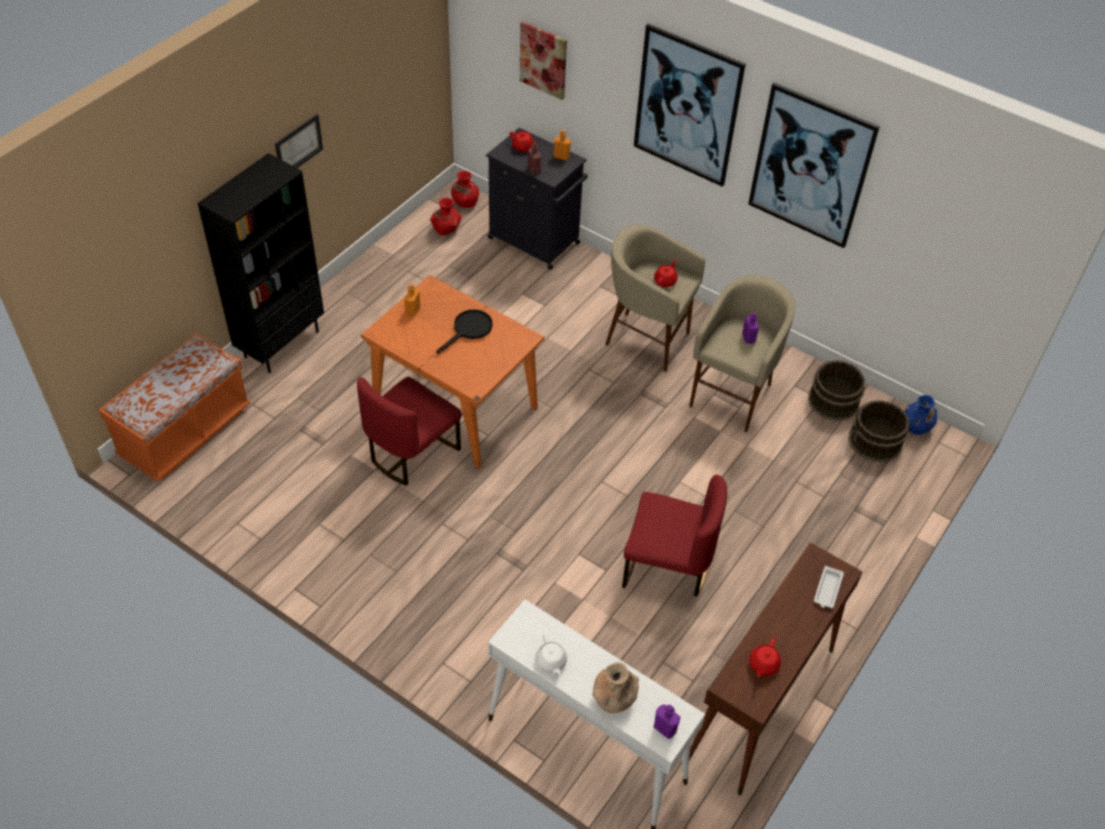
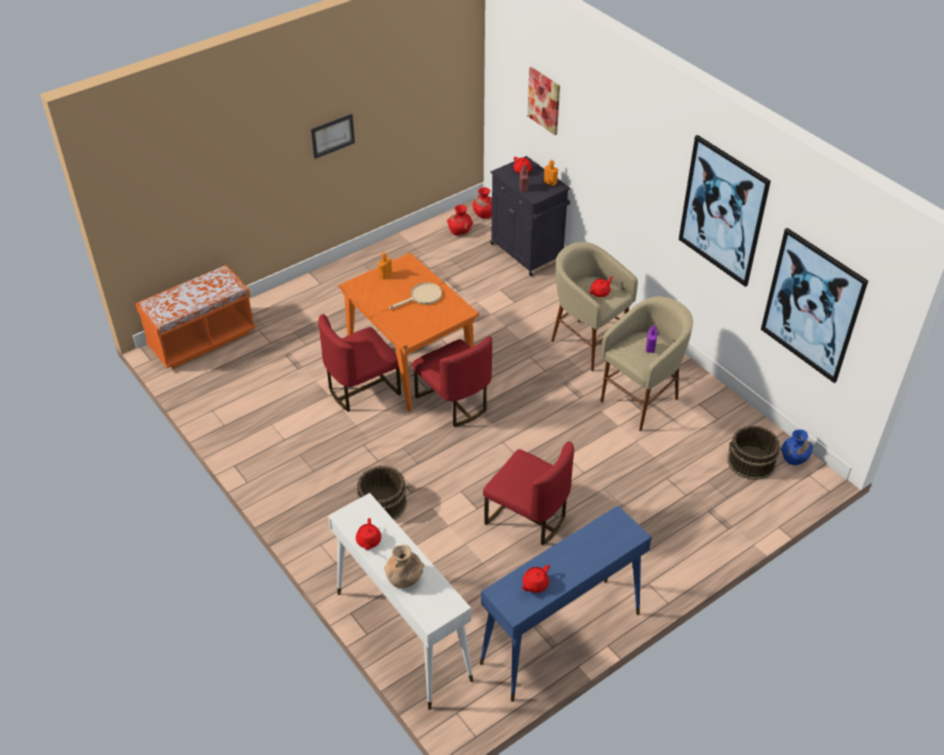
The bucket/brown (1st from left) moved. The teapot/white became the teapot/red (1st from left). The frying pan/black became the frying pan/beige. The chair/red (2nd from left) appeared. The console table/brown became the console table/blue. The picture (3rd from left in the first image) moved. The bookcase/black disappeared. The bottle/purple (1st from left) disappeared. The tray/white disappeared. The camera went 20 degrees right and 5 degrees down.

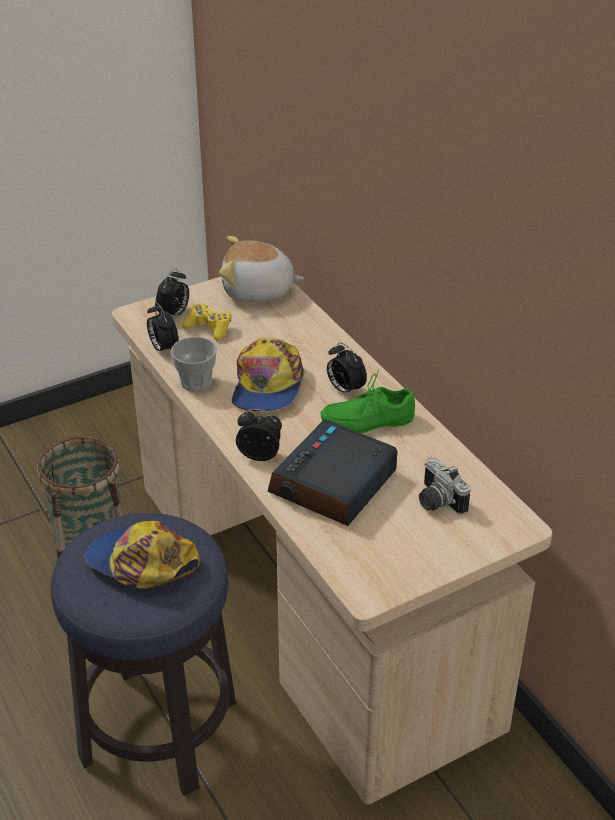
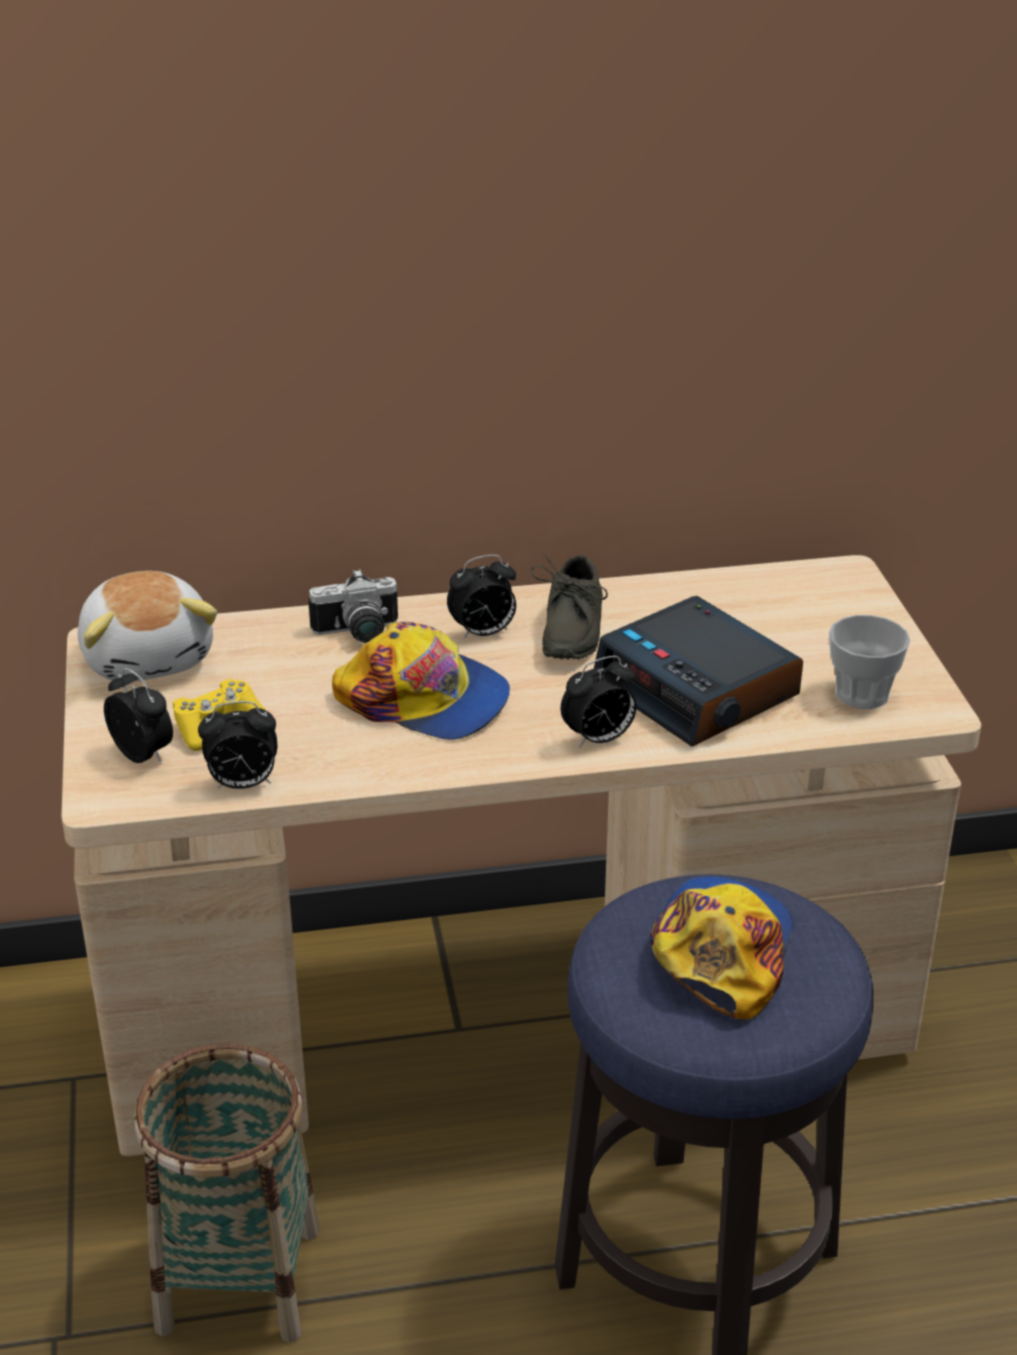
The plush toy turned 45 degrees counterclockwise. The photo camera moved. The shoe/green became the shoe/grey. The alarm clock (3rd from left in the first image) turned 150 degrees counterclockwise. The cap (1st from left in the first image) turned 150 degrees clockwise. The cup moved. The camera went 70 degrees left and 5 degrees down.

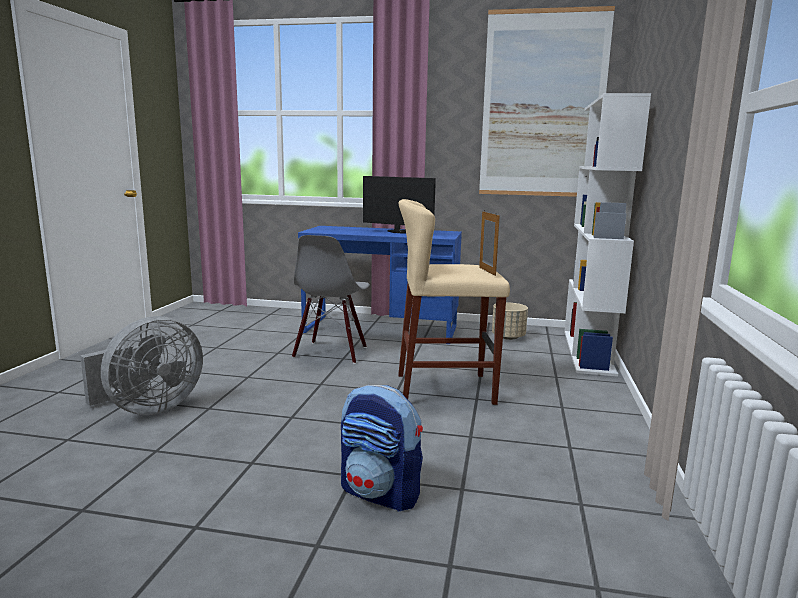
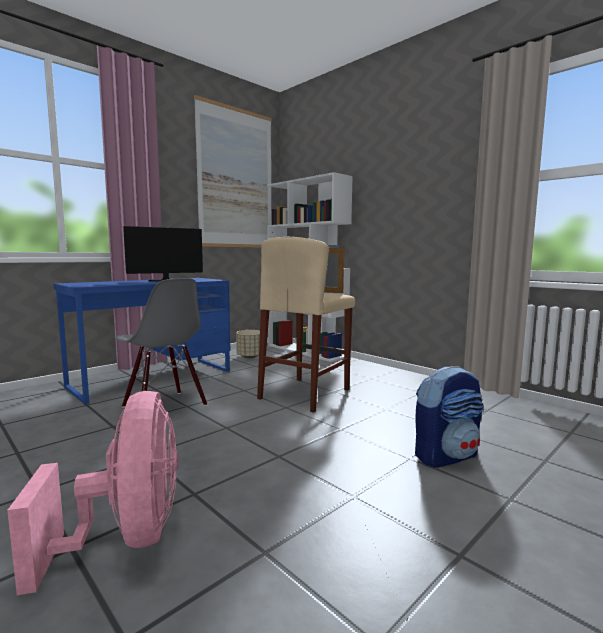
The fan/grey became the fan/pink. The camera went 55 degrees left and 5 degrees down.

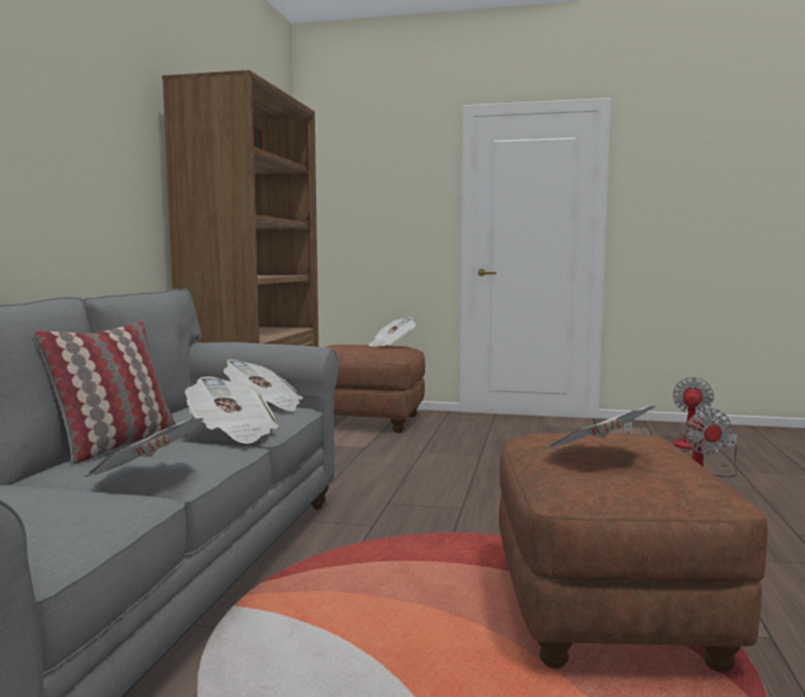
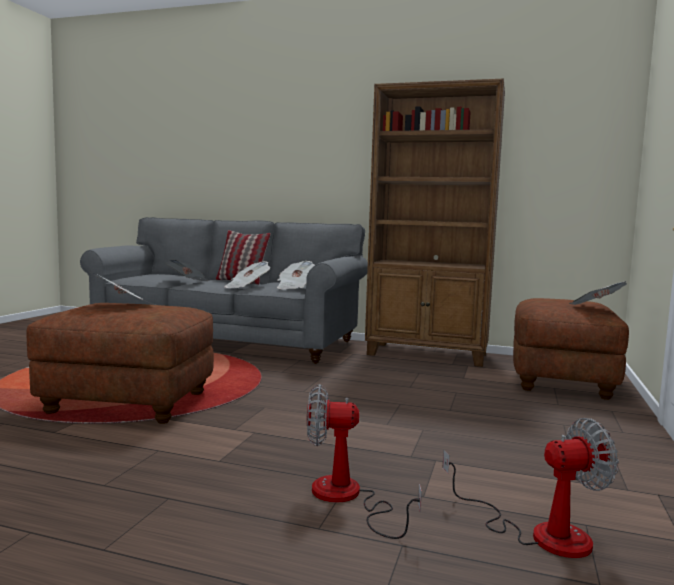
The fan (1st from left in the first image) turned 45 degrees counterclockwise. The camera went 95 degrees right and 0 degrees up.

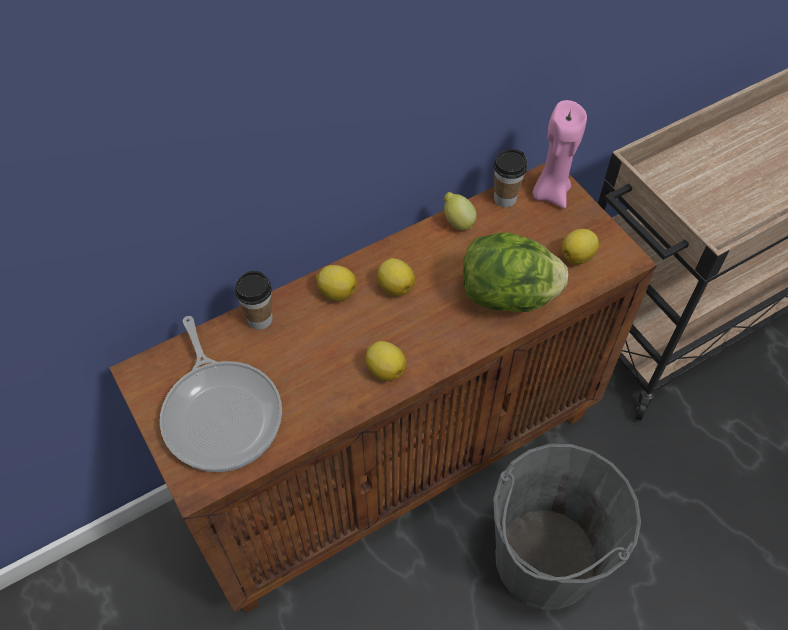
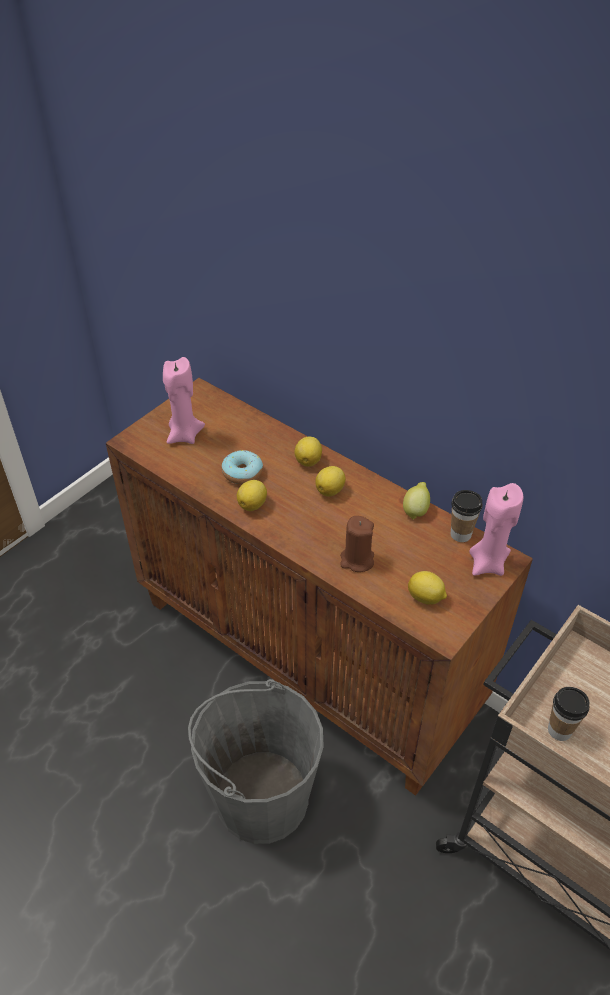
The frying pan was replaced by the candle/pink (1st from left). The donut appeared. The lettuce was replaced by the candle/brown. The cup (1st from left in the first image) moved. The camera went 70 degrees right and 10 degrees down.

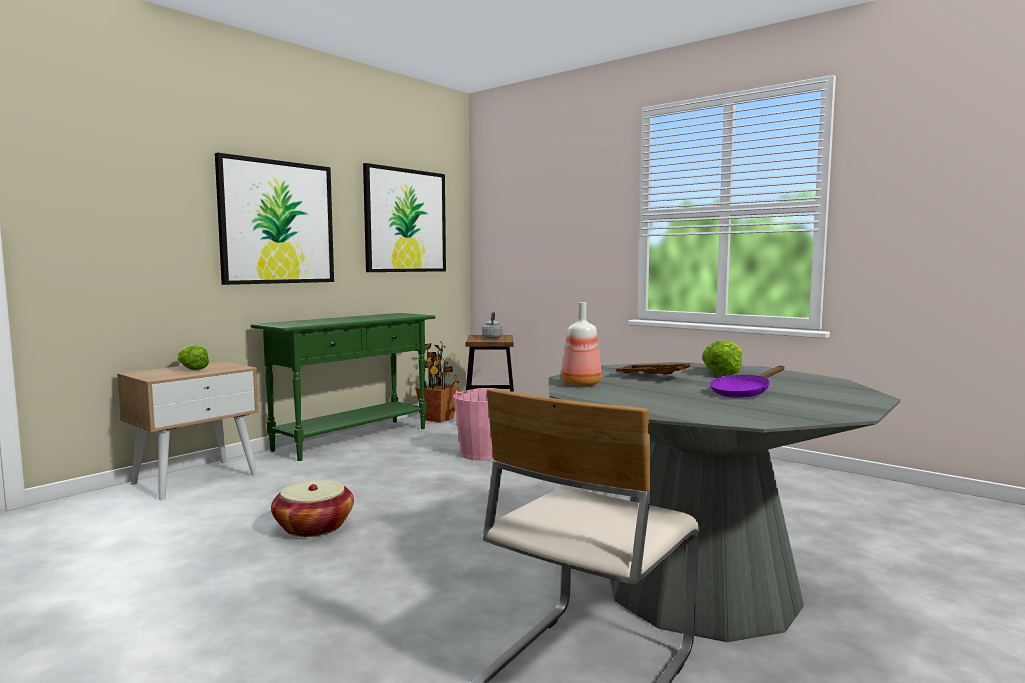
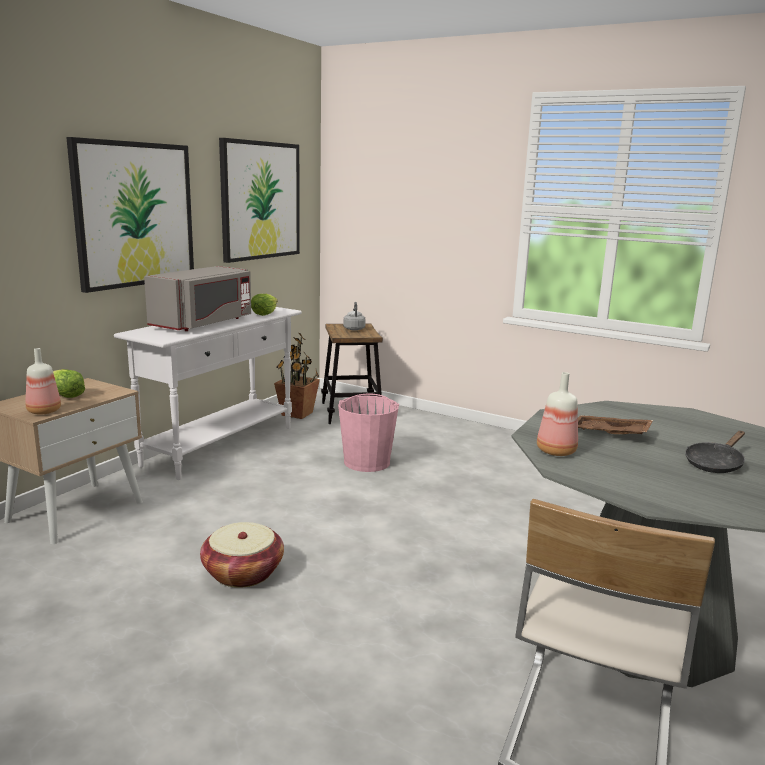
The bottle (1st from left) appeared. The console table/green became the console table/white. The microwave/grey appeared. The lettuce (2nd from left) moved. The frying pan/purple became the frying pan/black. The camera went 10 degrees left and 10 degrees up.

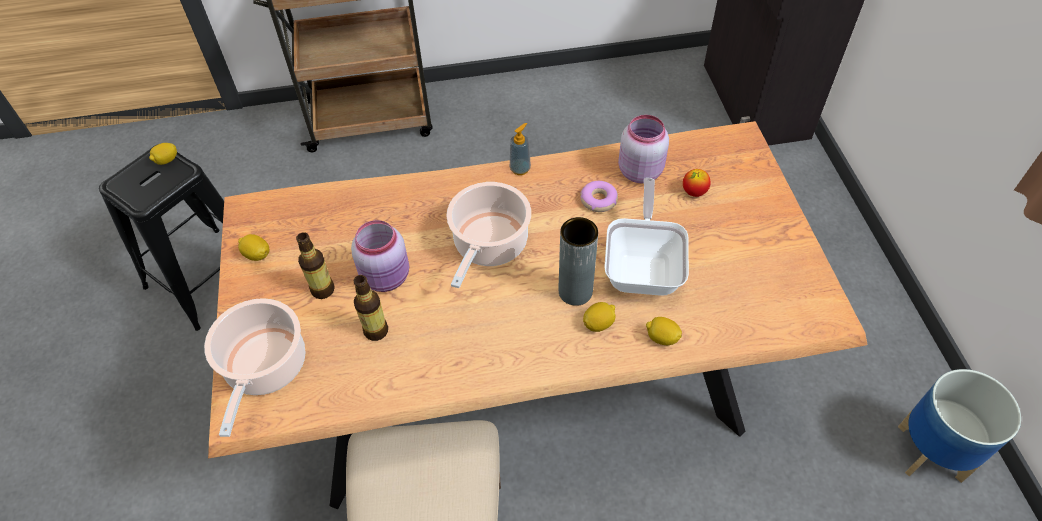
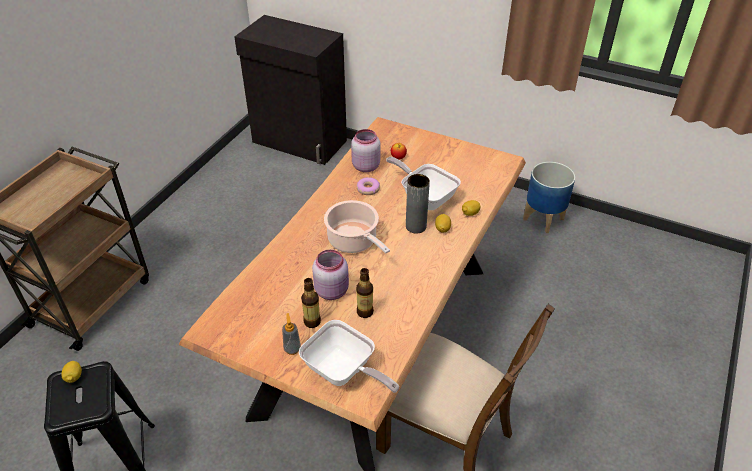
The soap dispenser moved. The cooking pot (1st from left) was replaced by the frying pan (1st from left). The lemon (2nd from left) disappeared. The camera went 55 degrees left and 10 degrees down.

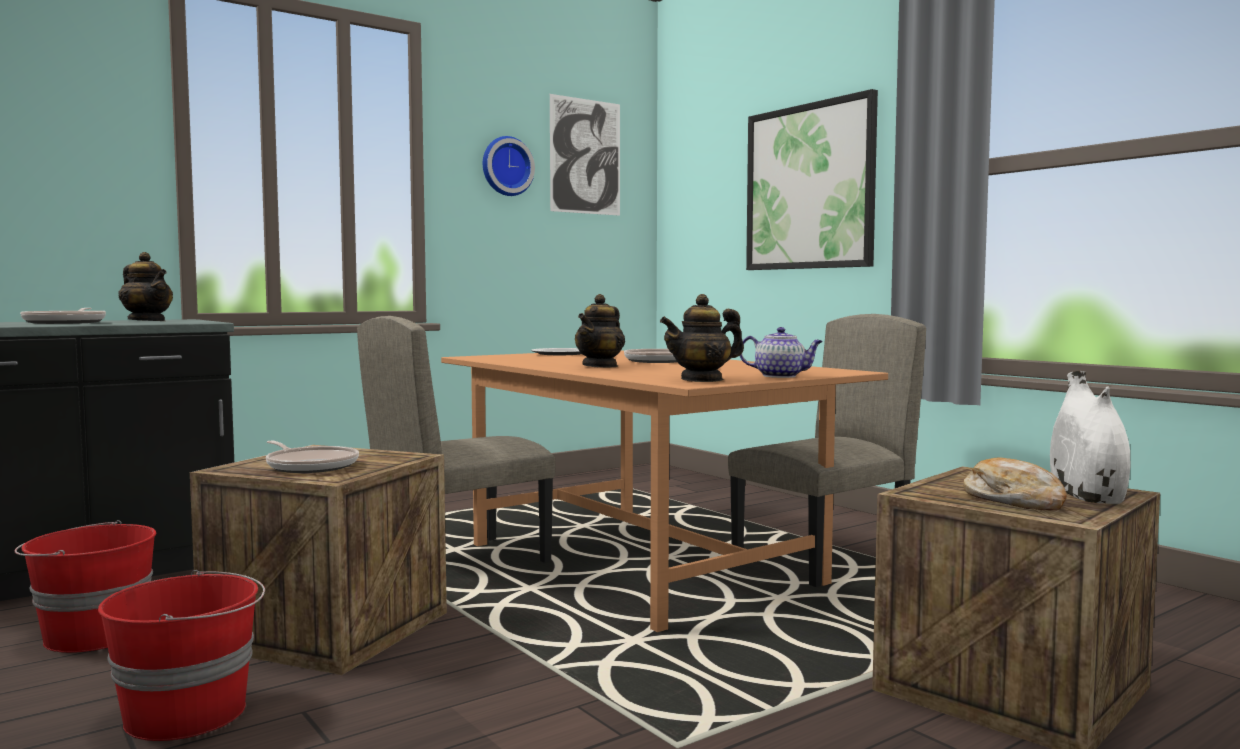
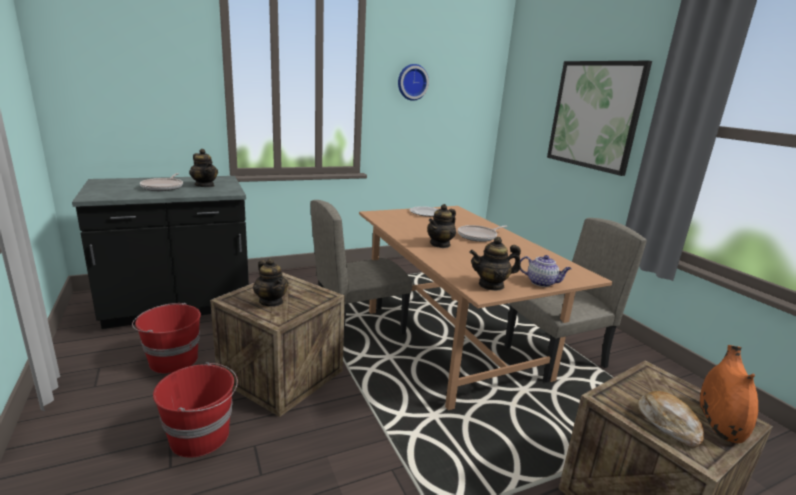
The frying pan (2nd from left) was replaced by the teapot (2nd from left). The vase/white became the vase/orange. The picture (1st from left) disappeared. The camera went 10 degrees right and 15 degrees up.

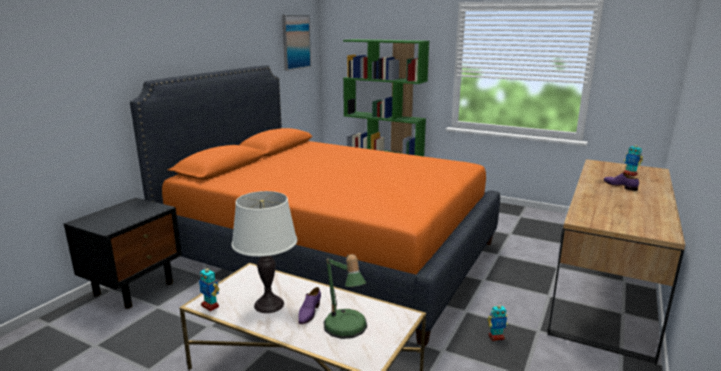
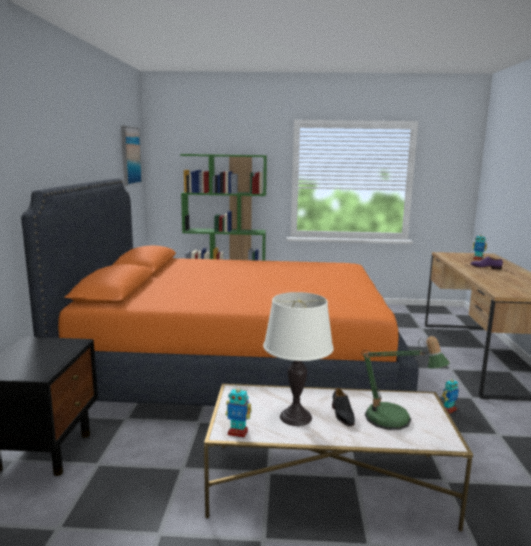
The shoe/purple (1st from left) became the shoe/black. The camera went 25 degrees left and 5 degrees down.

